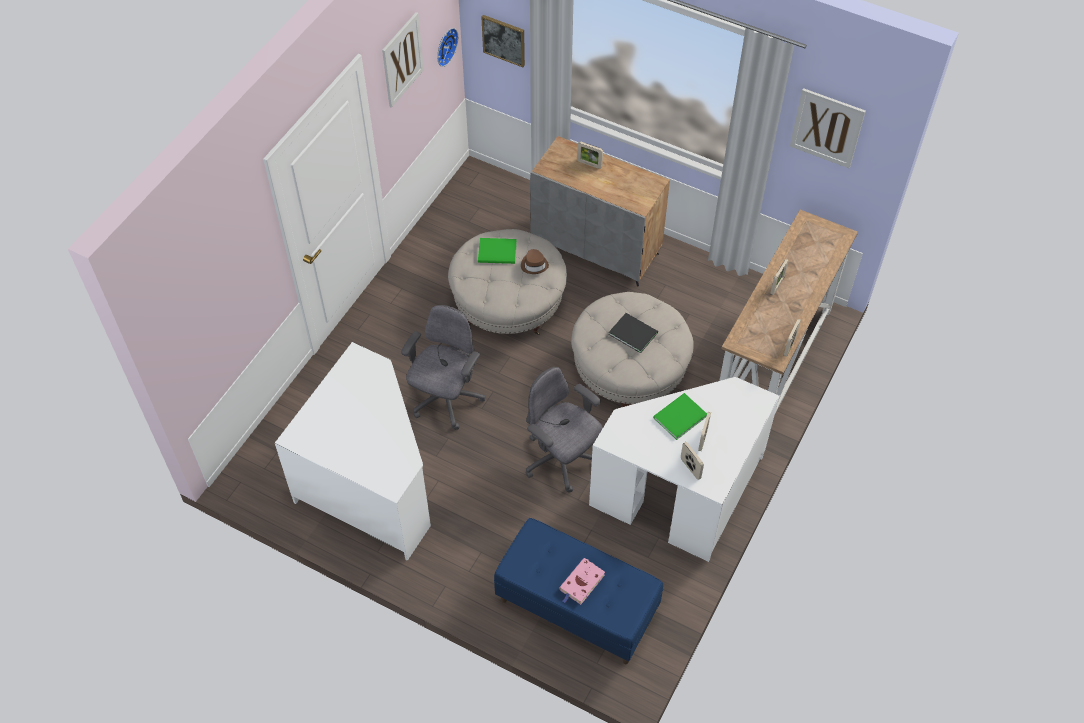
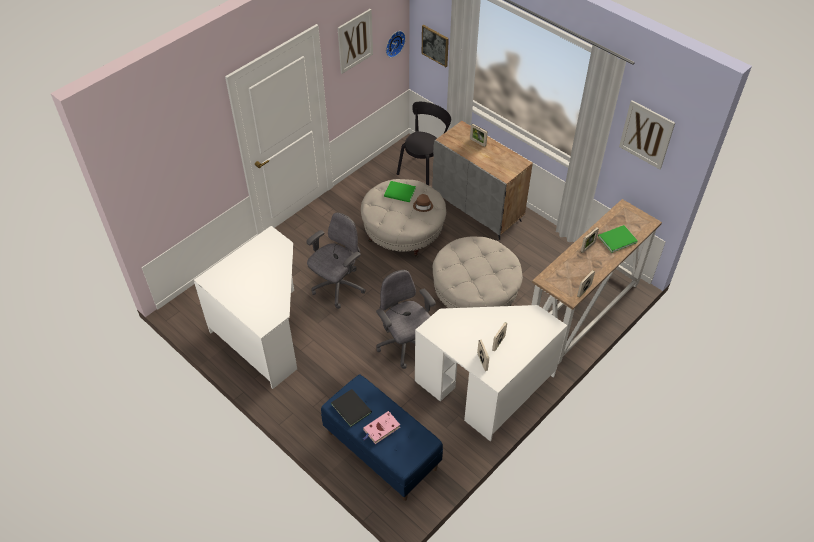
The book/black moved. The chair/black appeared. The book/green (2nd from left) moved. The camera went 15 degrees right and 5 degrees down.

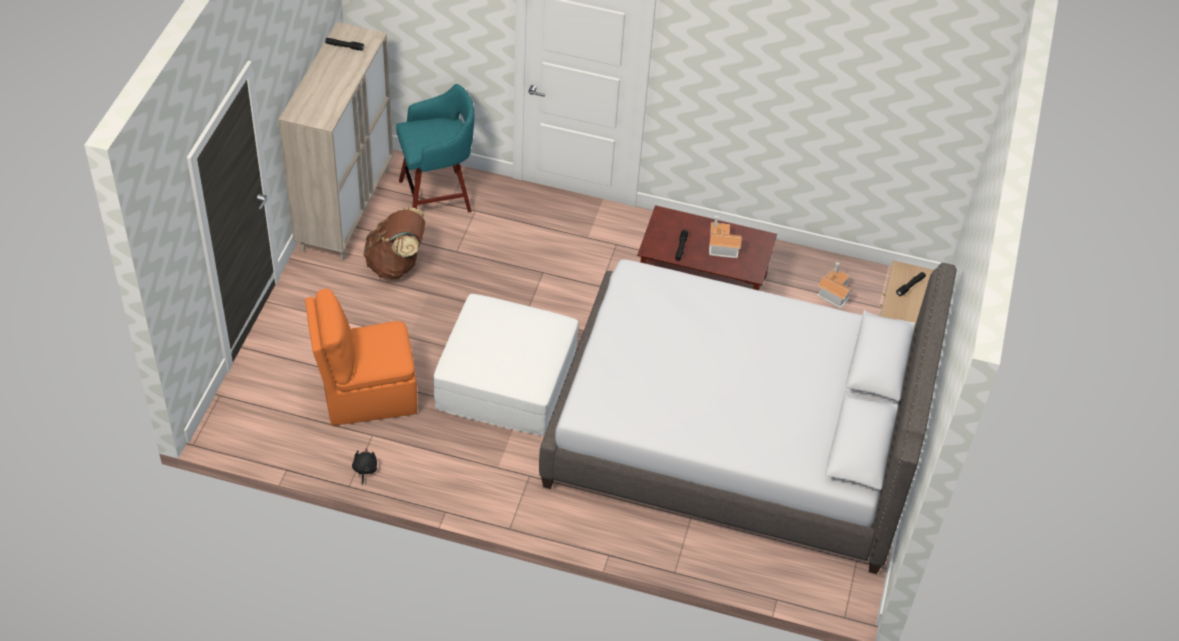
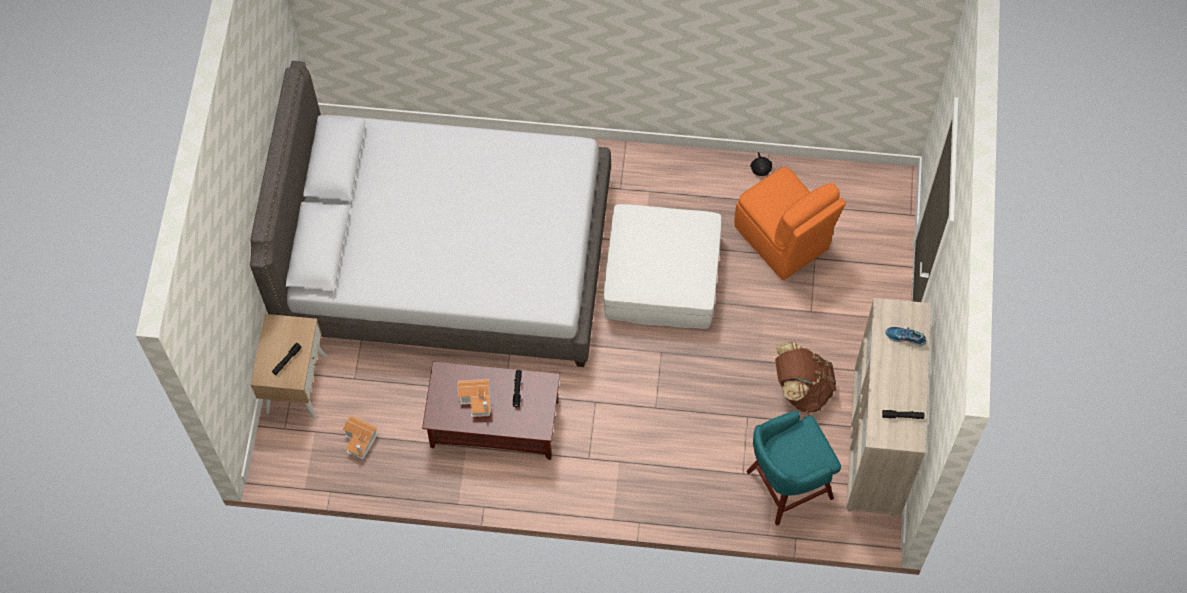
The chair/orange turned 75 degrees clockwise. The shoe appeared. The camera went 175 degrees right and 15 degrees up.

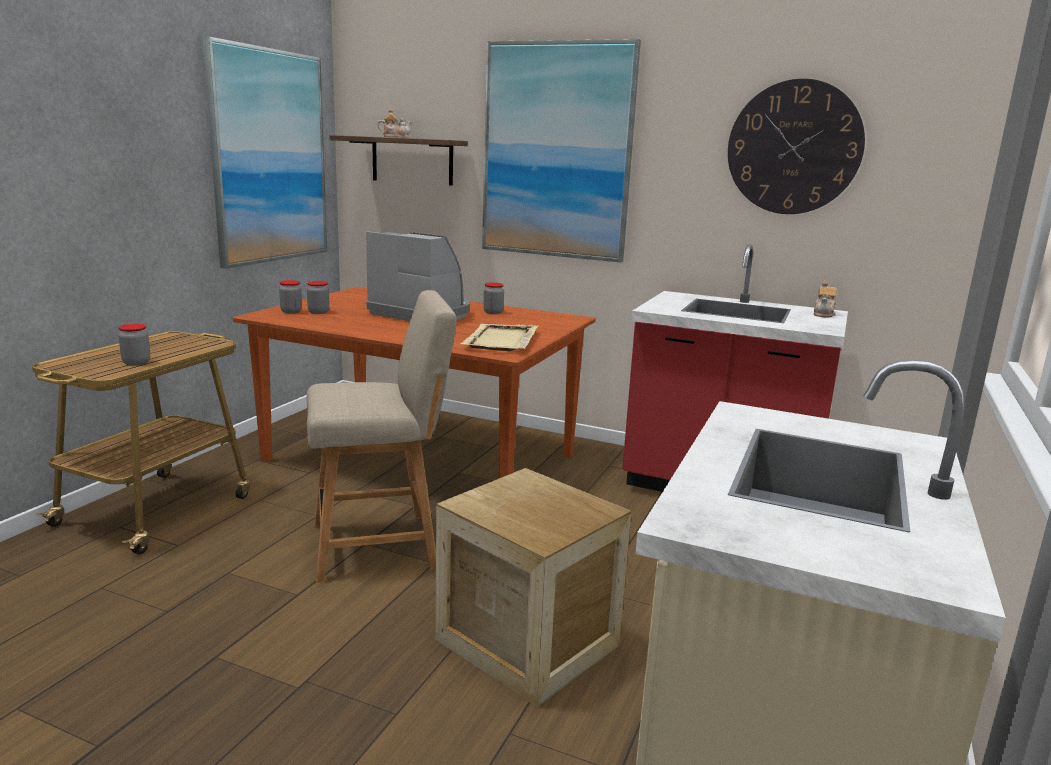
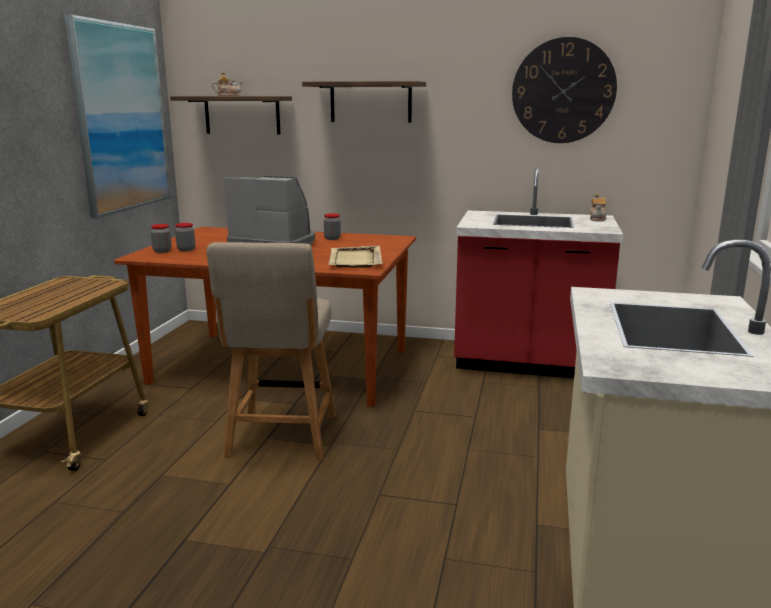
The chair/beige turned 120 degrees clockwise. The picture (2nd from left) was replaced by the shelf (2nd from left). The jar (1st from left) disappeared. The crate disappeared. The camera went 10 degrees left and 0 degrees up.

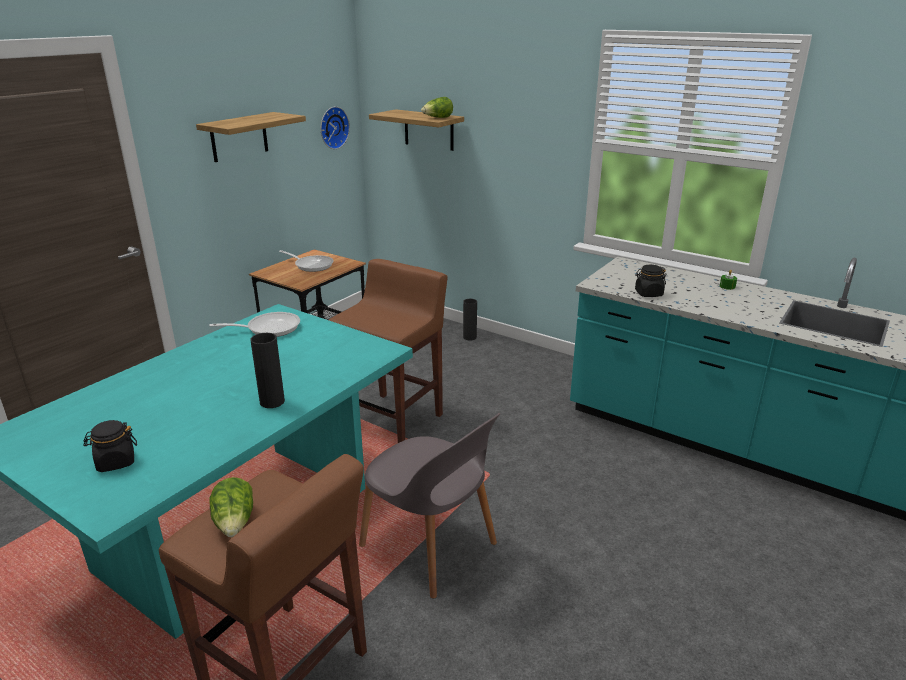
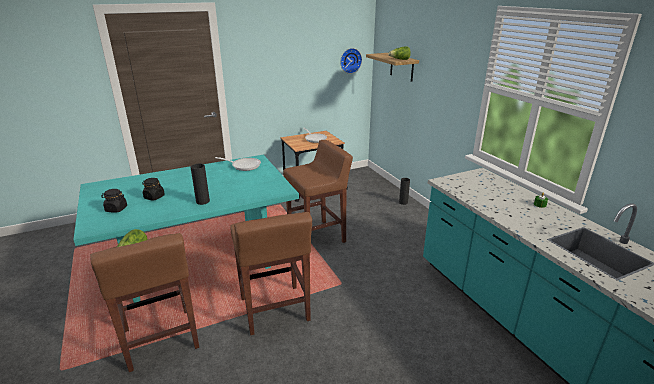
The jar/black (2nd from left) moved. The chair/grey was replaced by the stool/brown (2nd from left). The shelf (1st from left) disappeared. The camera went 30 degrees right and 0 degrees up.

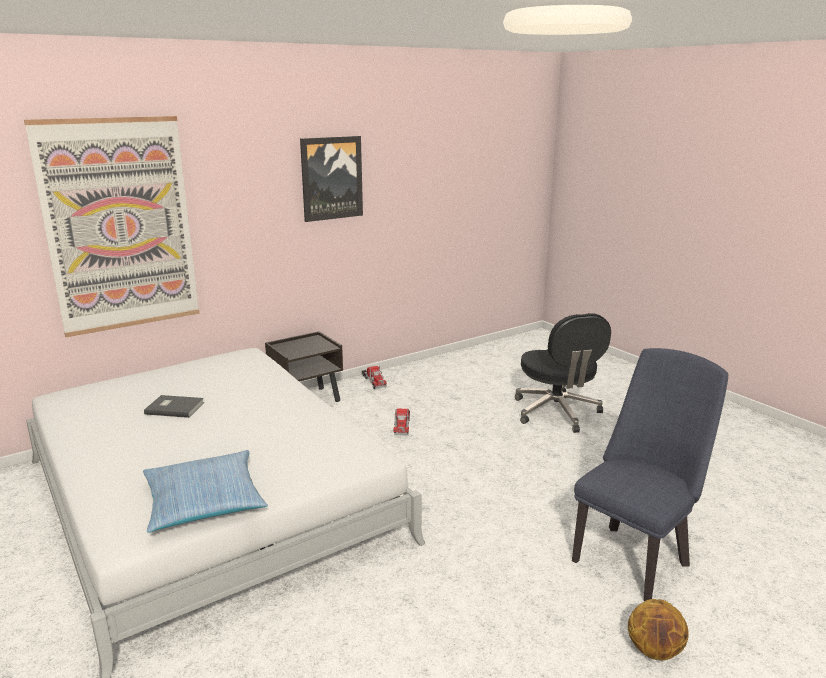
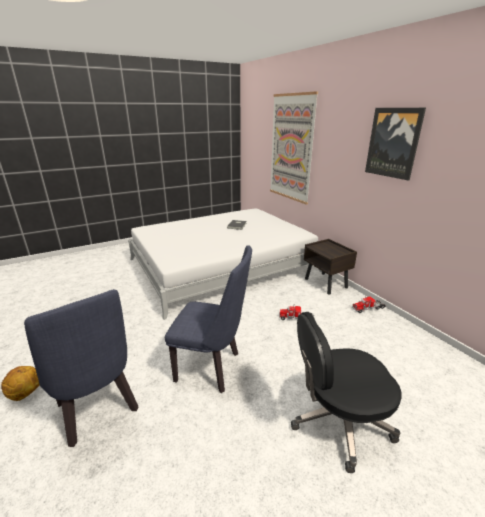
The chair/blue (2nd from left) appeared. The pillow disappeared. The camera went 95 degrees right and 5 degrees up.

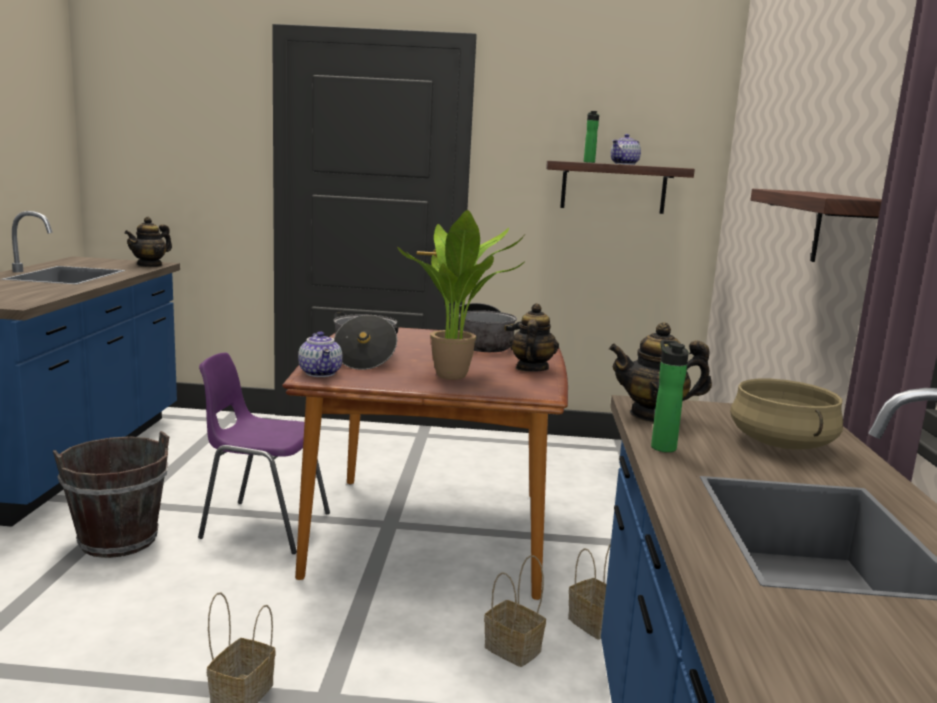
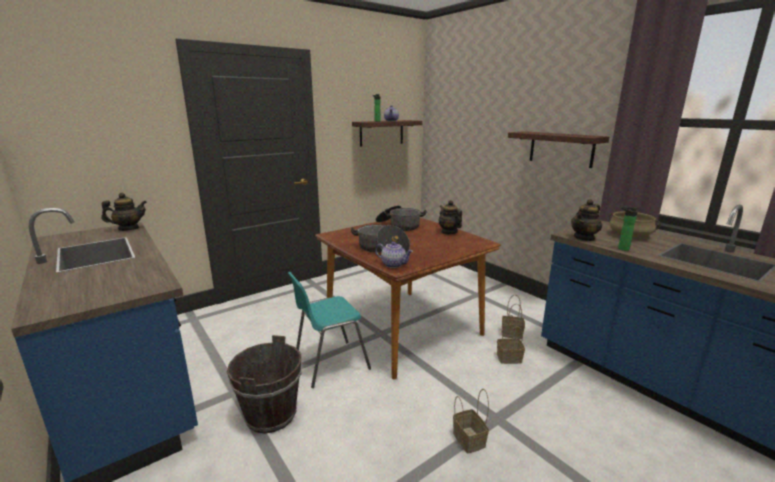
The teapot (1st from left) turned 105 degrees counterclockwise. The chair/purple became the chair/turquoise. The potted plant disappeared. The camera went 40 degrees left and 5 degrees up.

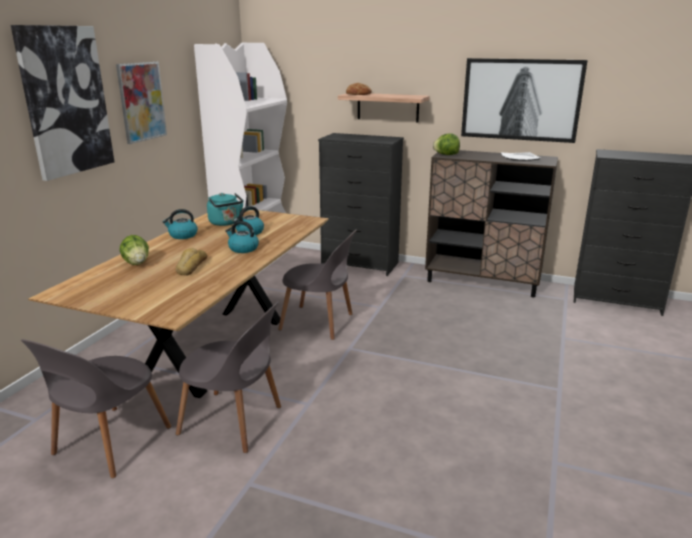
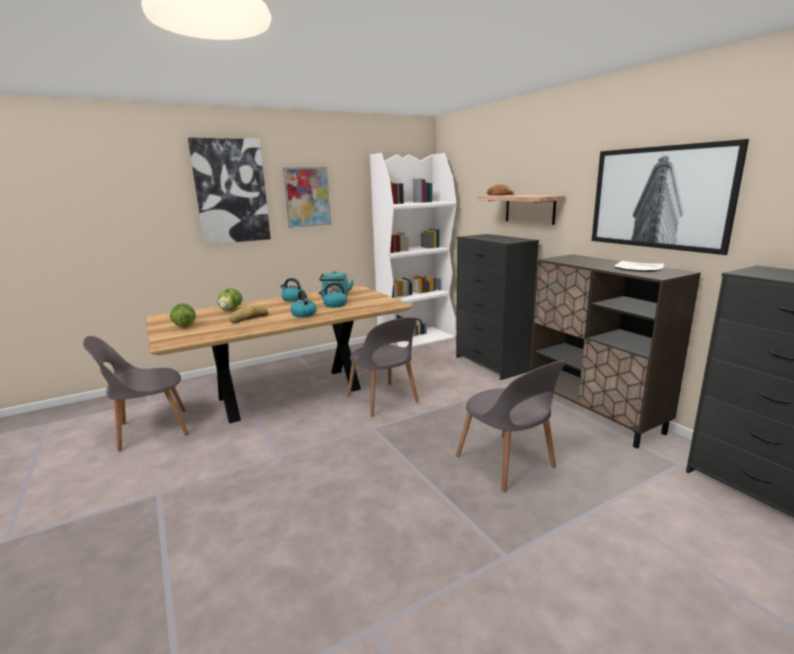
The lettuce (2nd from left in the first image) moved. The chair/grey (2nd from left in the first image) moved. The camera went 40 degrees right and 5 degrees down.

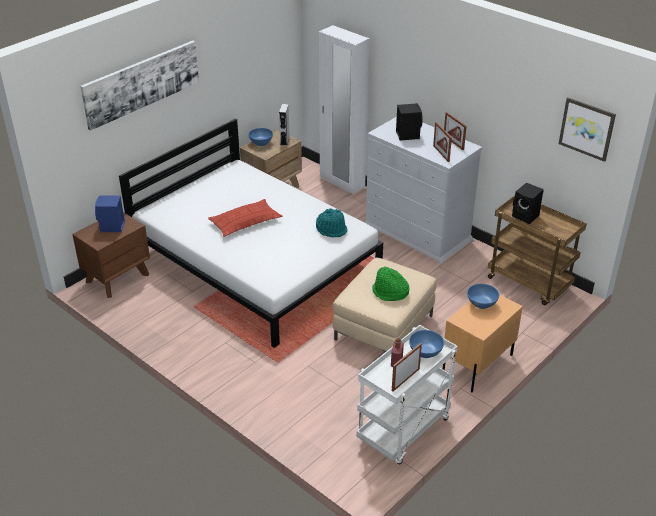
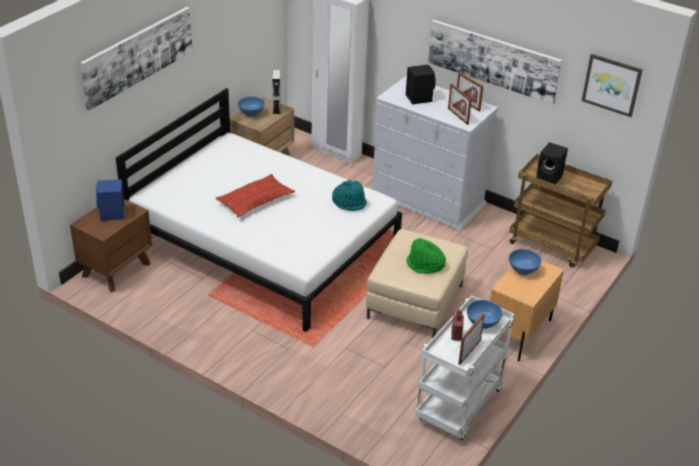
The picture (2nd from left) appeared. The camera went 10 degrees left and 0 degrees up.

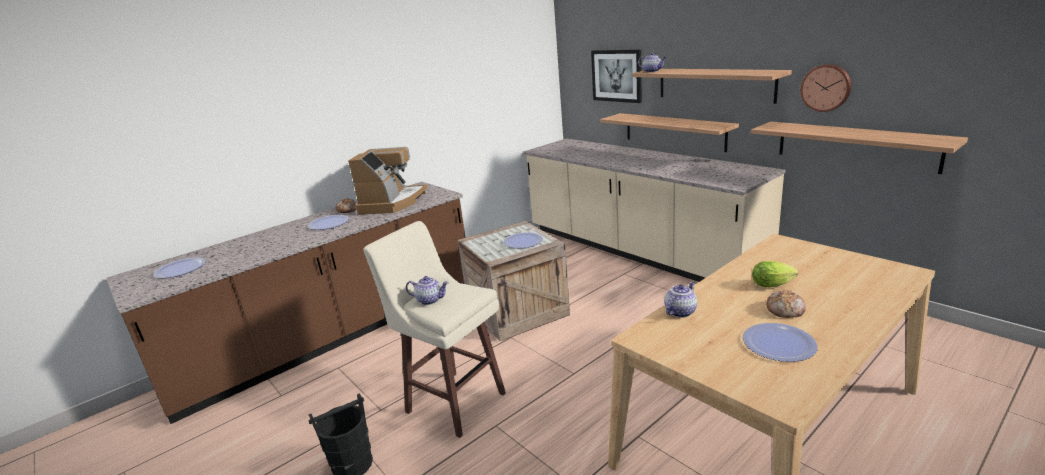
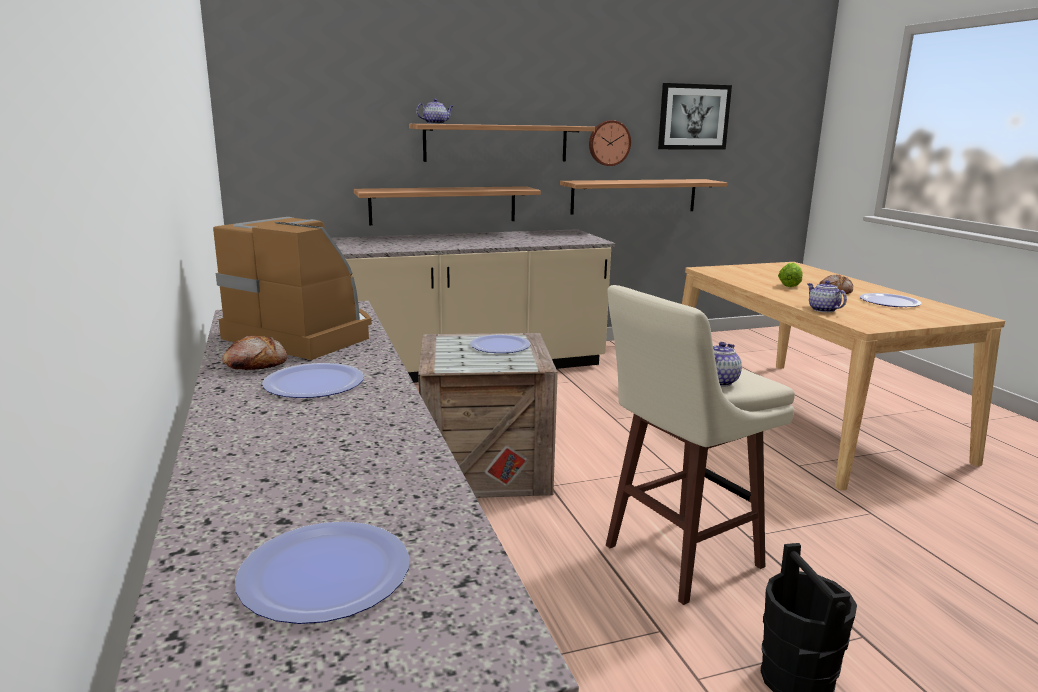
The picture moved. The camera went 70 degrees left and 5 degrees down.

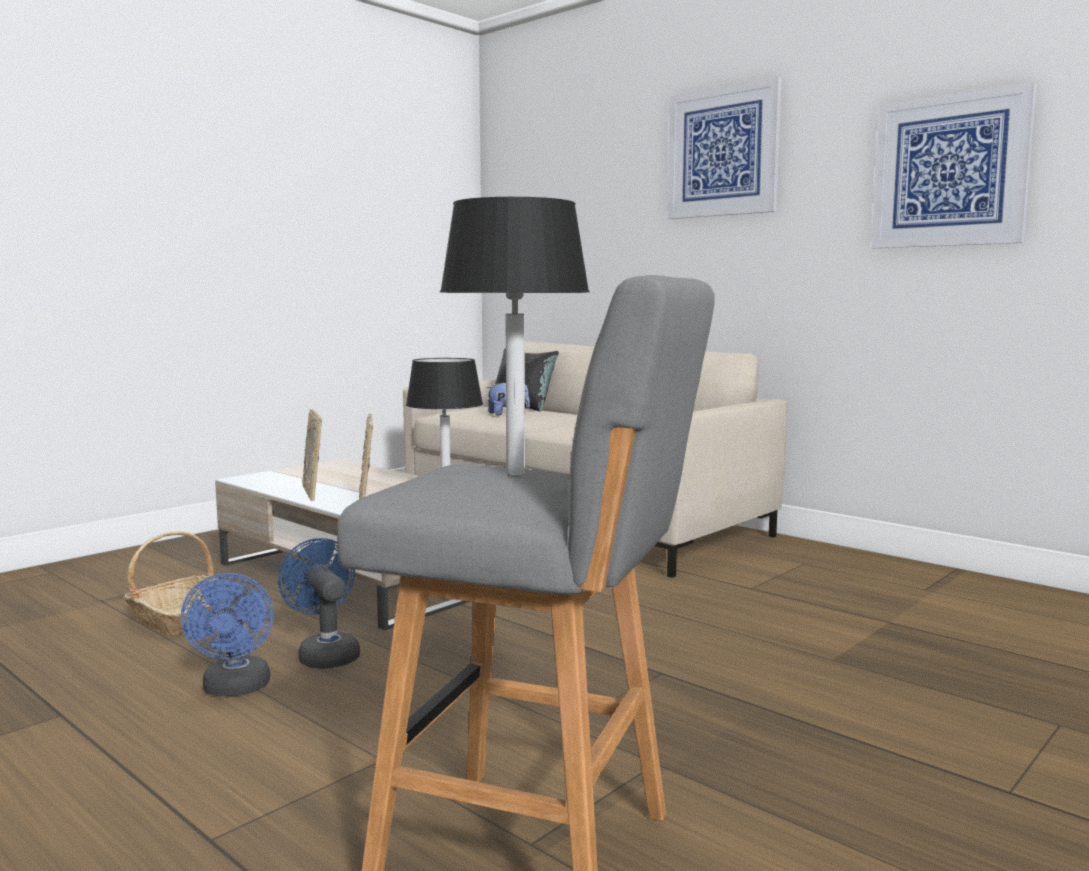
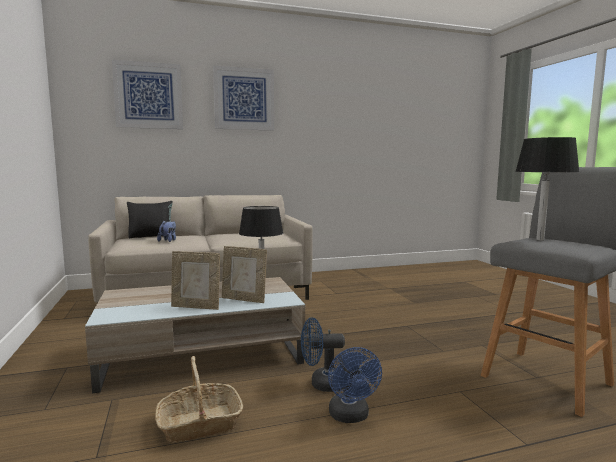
The picture (2nd from left in the first image) moved. The fan/blue (1st from left in the first image) turned 60 degrees clockwise. The camera went 60 degrees left and 0 degrees up.

